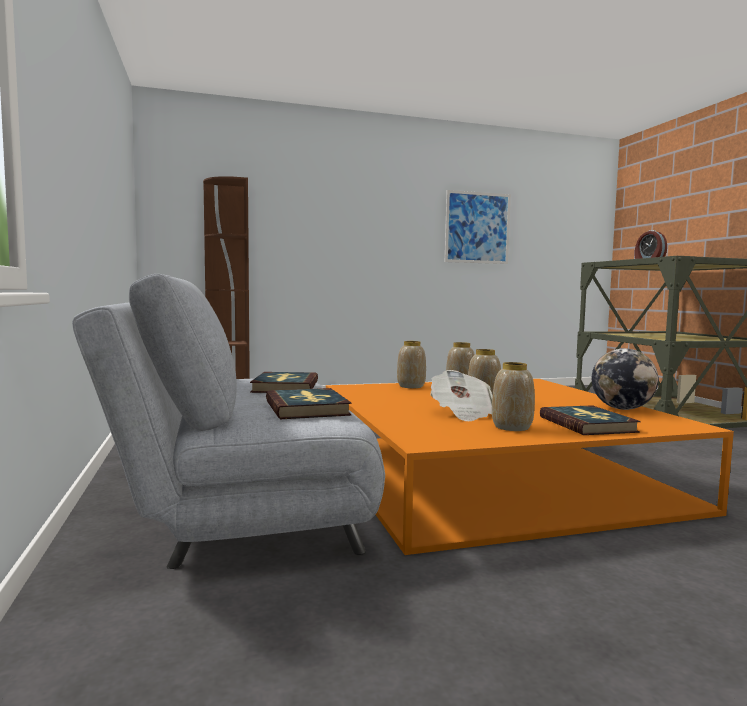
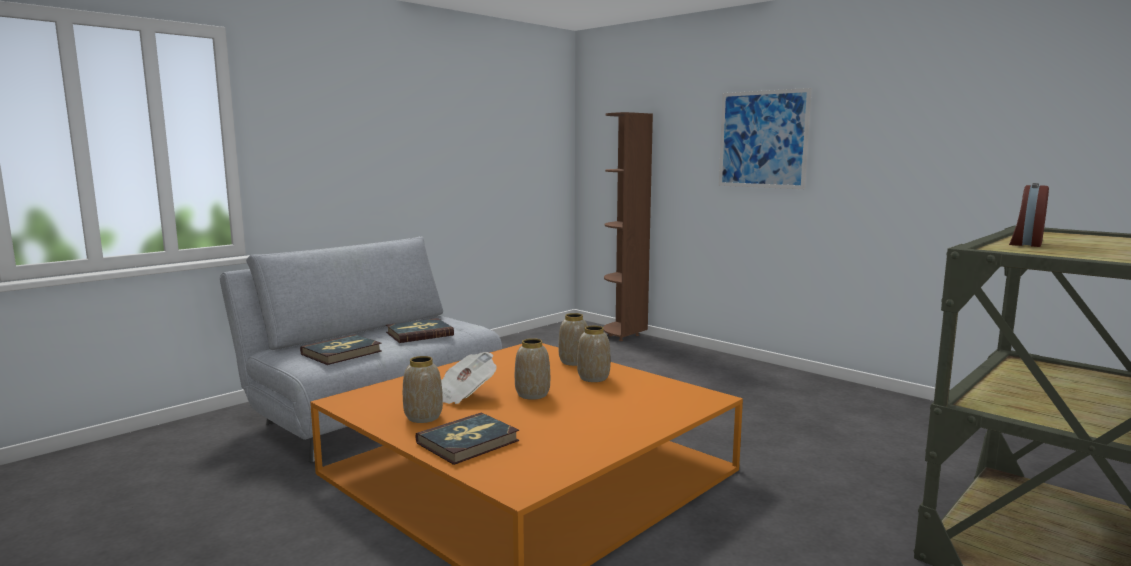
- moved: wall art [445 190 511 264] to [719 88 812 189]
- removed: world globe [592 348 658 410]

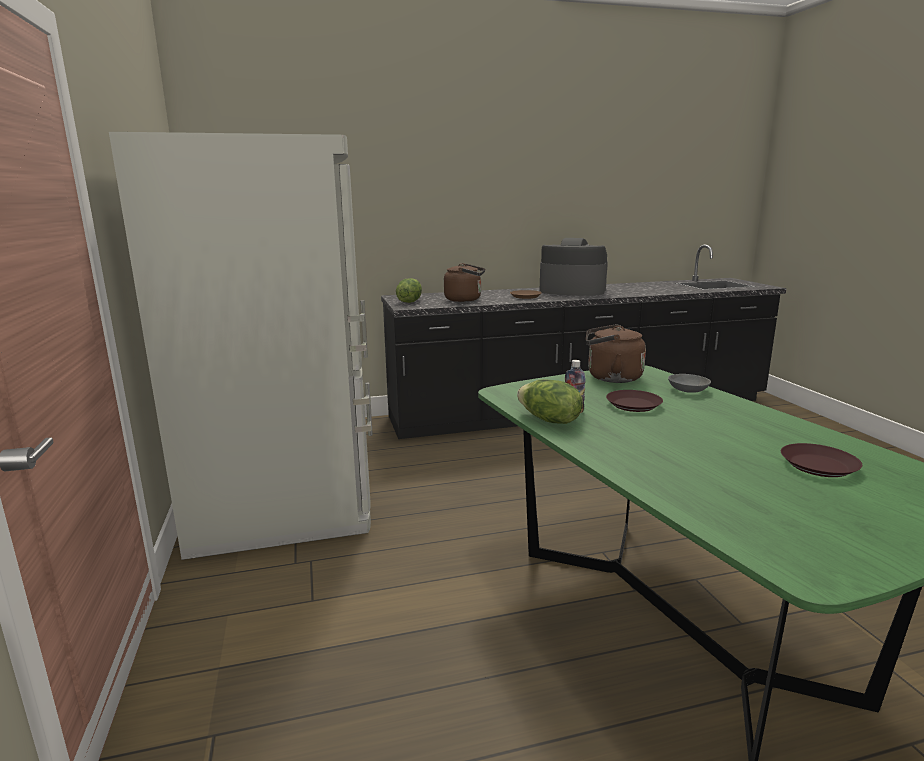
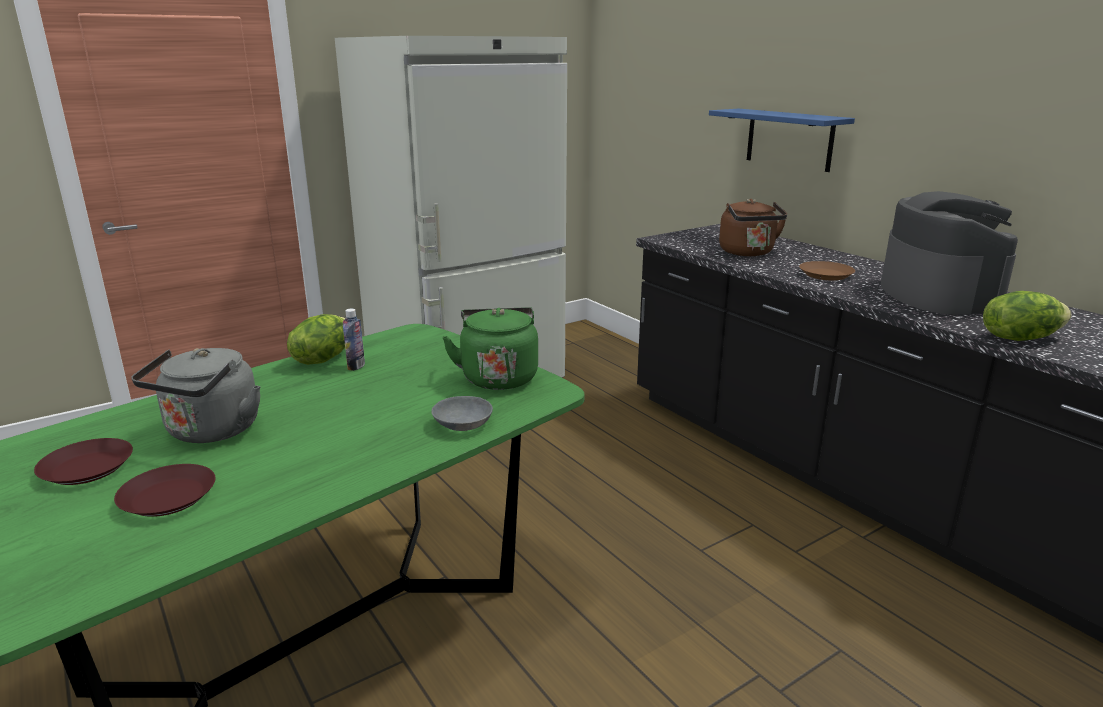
- moved: lettuce [396 278 422 303] to [983 291 1071 341]
- recoloured: kettle in brown-coloured [585 324 646 383] to kettle in green [442 307 538 390]
- moved: plate in brown-coloured [606 390 663 412] to [34 438 133 485]
- added: kettle in grey [131 348 261 443]
- added: shelf in blue [709 109 855 172]

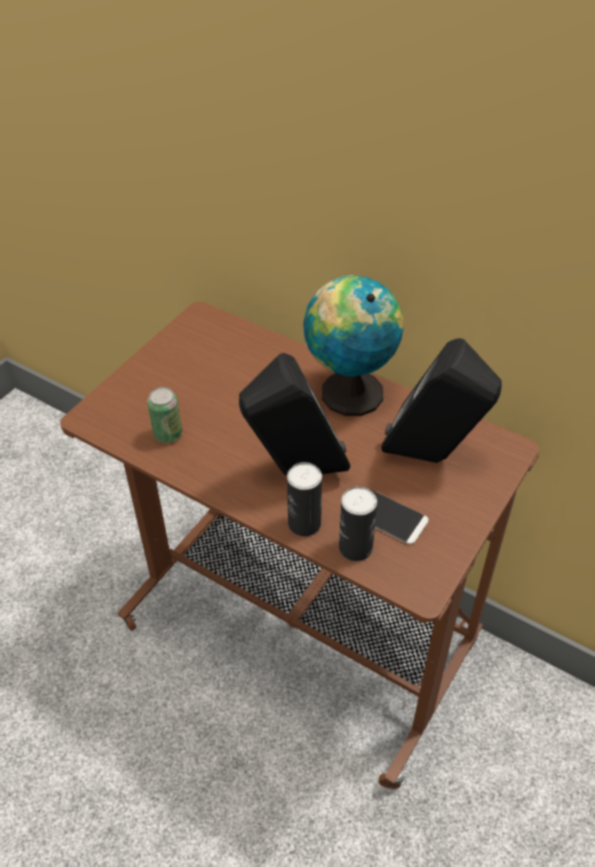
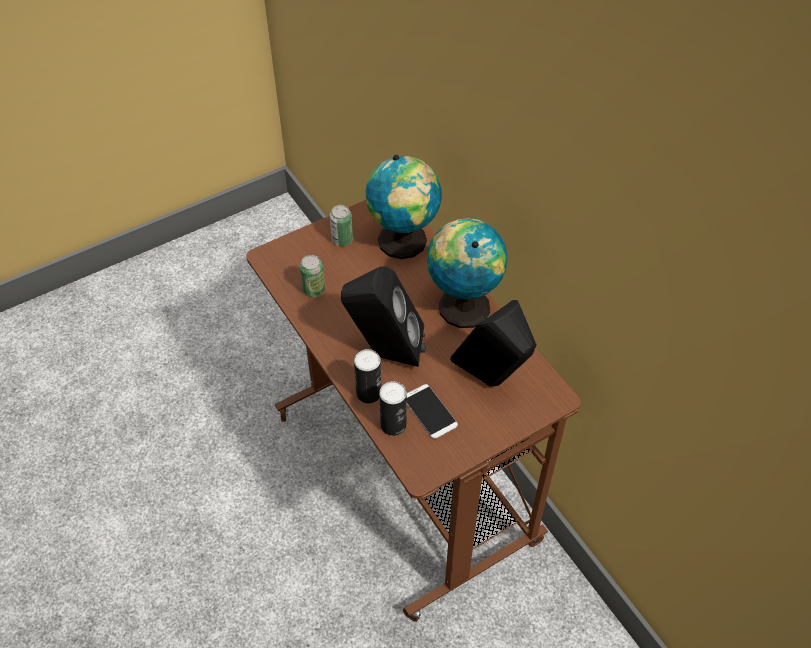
- added: can [330 205 353 246]
- added: world globe [366 155 442 259]

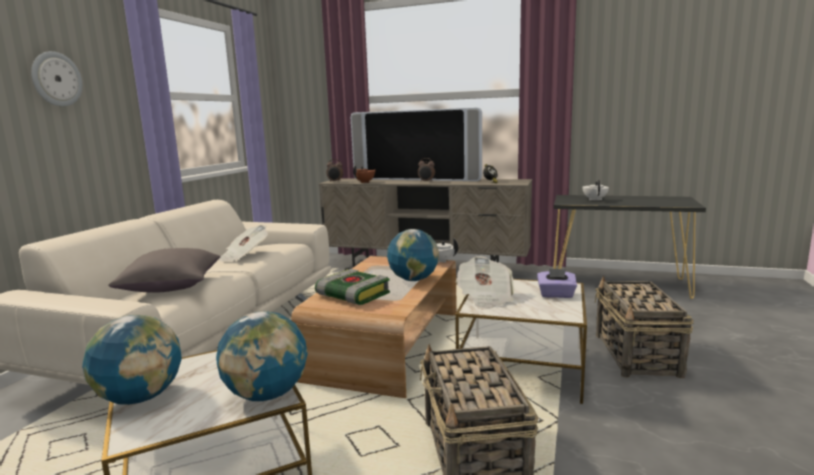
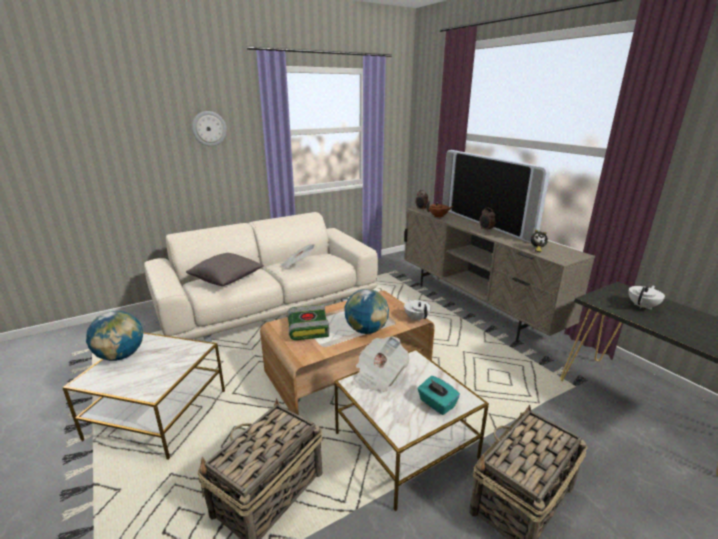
- removed: world globe [216 311 308 401]
- recoloured: tissue holder in purple [537 268 577 298] to tissue holder in turquoise [418 376 460 415]

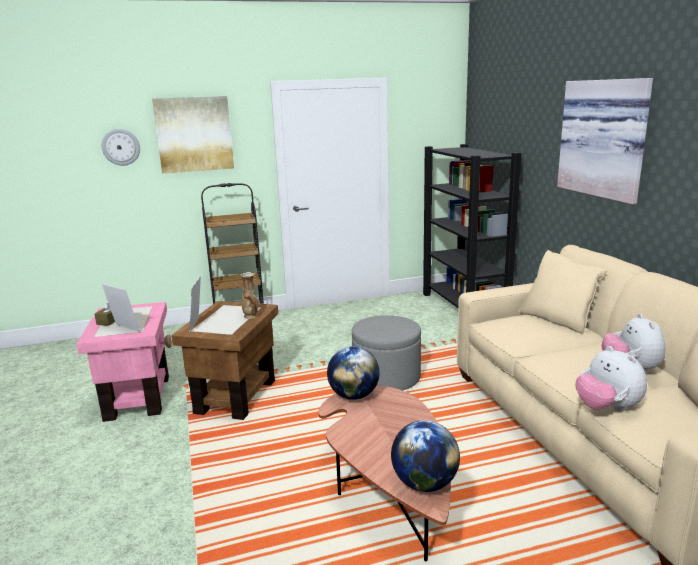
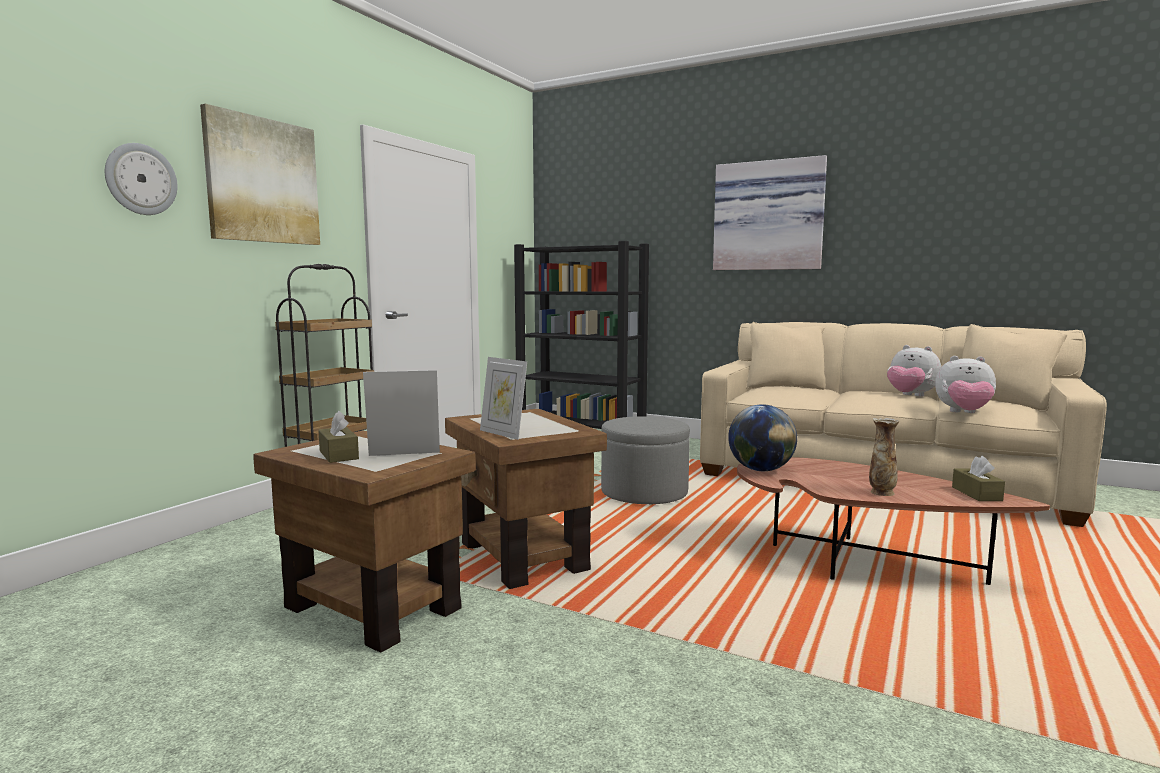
- recoloured: accent table in pink [76 302 171 422] to accent table in brown-coloured [253 431 476 653]
- moved: flower vase [240 272 258 319] to [869 418 900 496]
- replaced: world globe [391 420 460 492] to tissue holder in brown-coloured [952 456 1005 501]

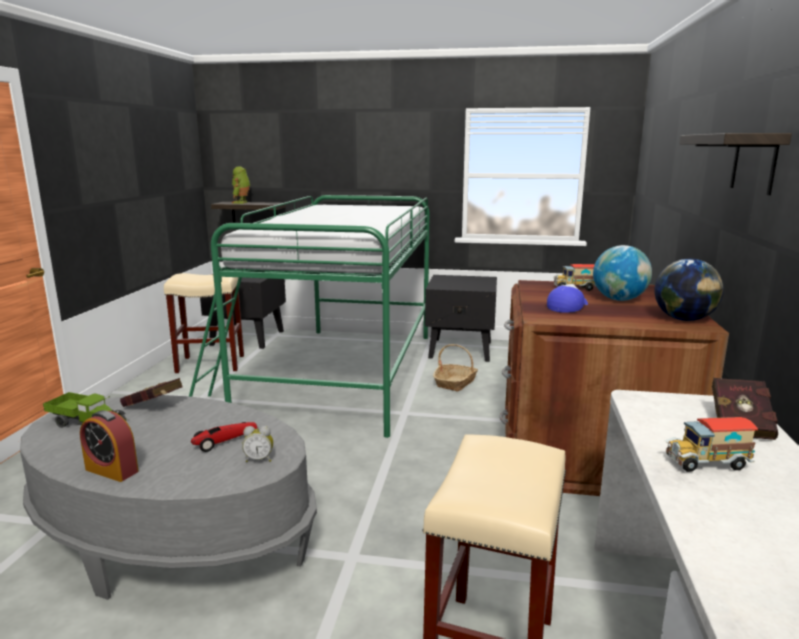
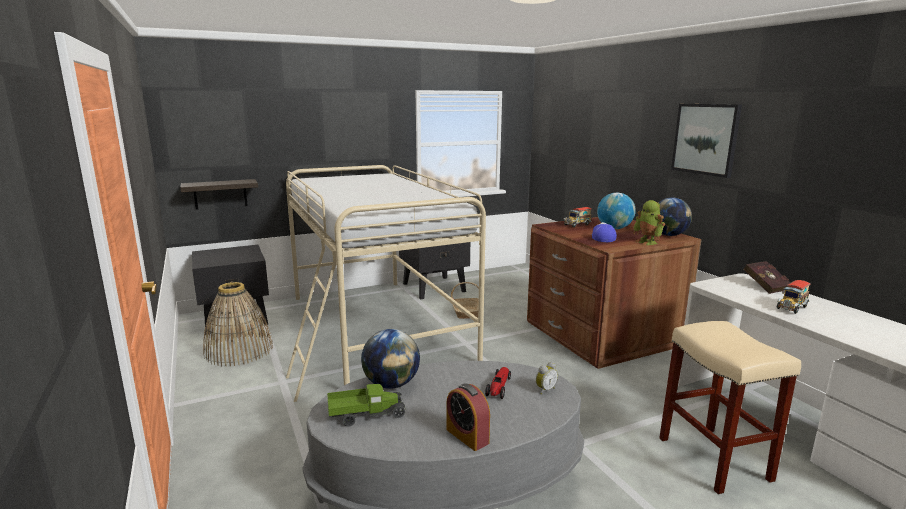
- turned: bedside clock [80 410 139 482] = [446 383 490 451] 60 degrees clockwise
- replaced: volume in red-coloured [120 378 183 407] to world globe [361 329 420 389]
- replaced: stool seat in sand-coloured [164 273 244 373] to basket [203 282 273 366]
- recoloured: bed in green [189 195 429 438] to bed in sand-coloured [286 165 486 402]
- moved: model robot [232 166 250 204] to [633 200 665 245]
- replaced: shelf [679 133 792 195] to wall art [671 104 742 178]

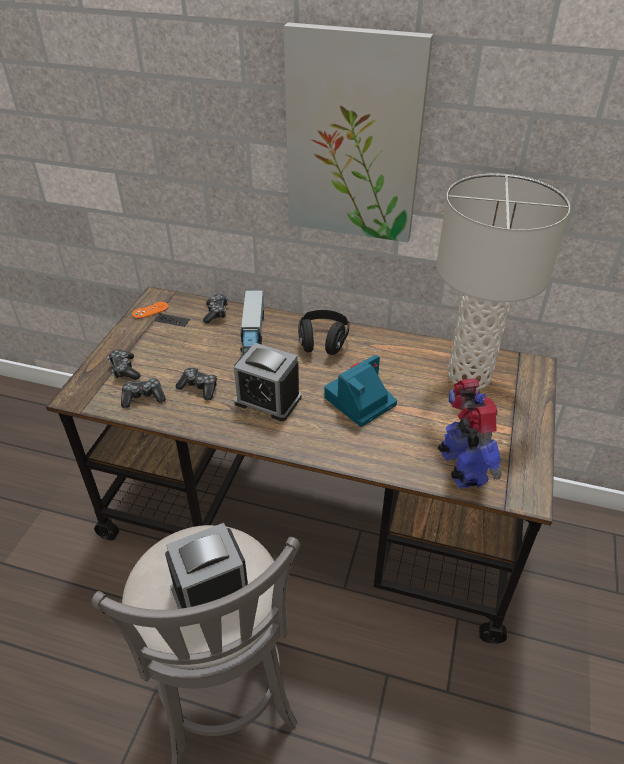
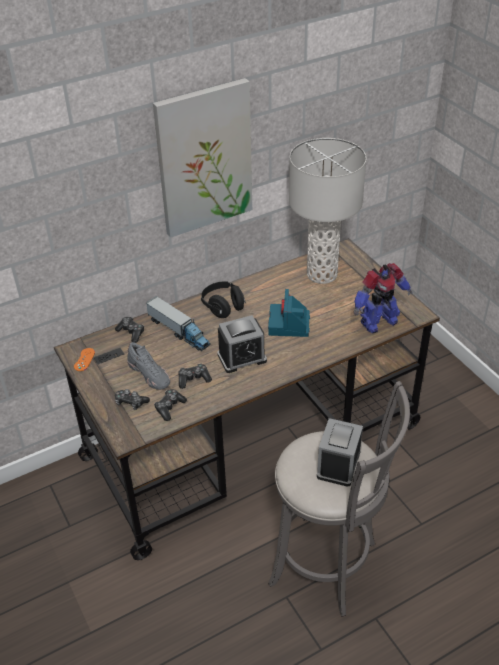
- turned: model robot [438 379 502 489] = [354 263 412 333] 120 degrees clockwise
- added: shoe in grey [127 342 170 390]

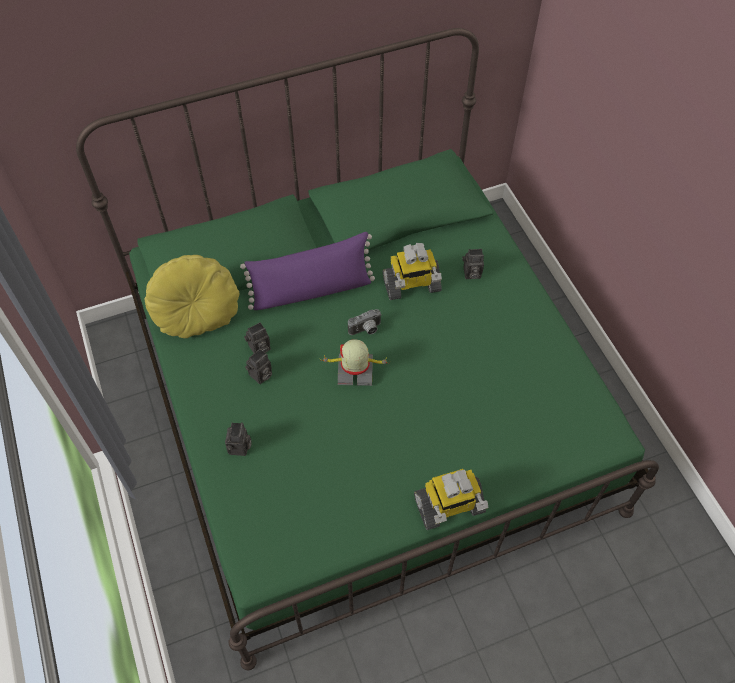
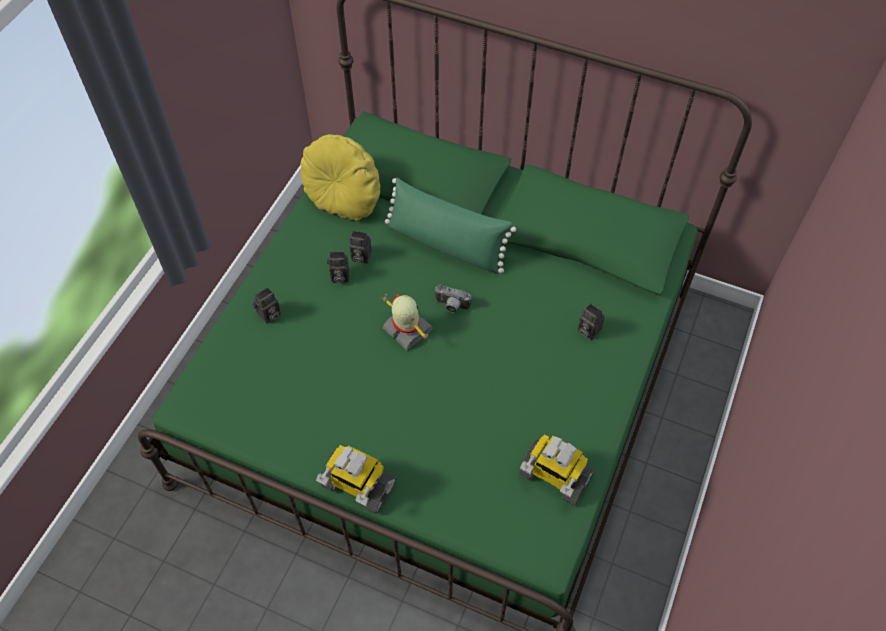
- recoloured: cushion in purple [240 232 375 310] to cushion in green [385 178 516 274]
- moved: model robot [383 243 442 300] to [518 434 594 506]

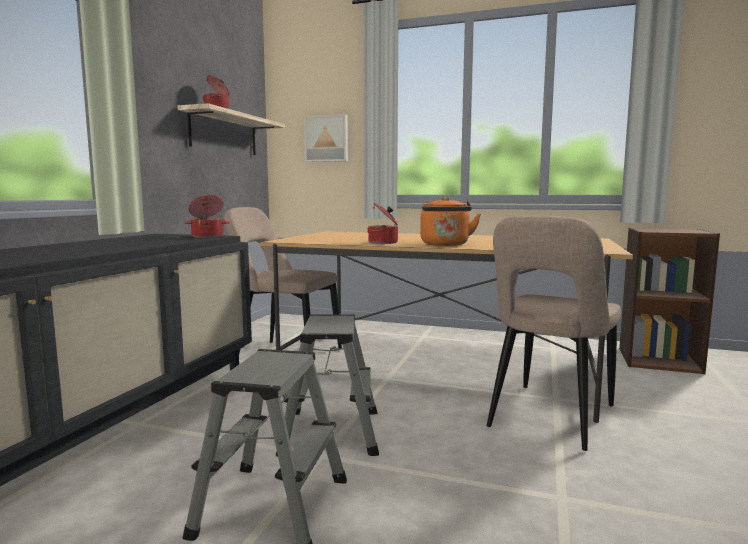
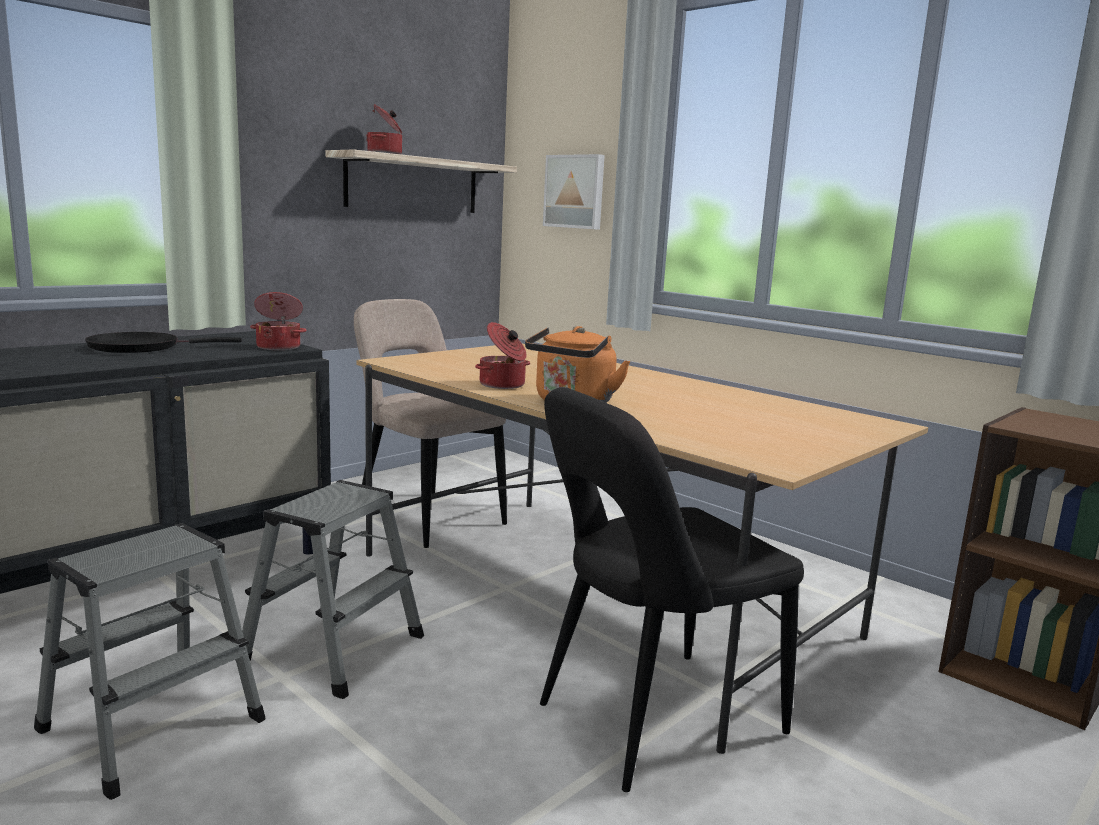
- recoloured: chair in sand-coloured [487 215 621 451] to chair in black-coloured [540 387 804 792]
- added: frying pan in black-coloured [85 332 241 353]

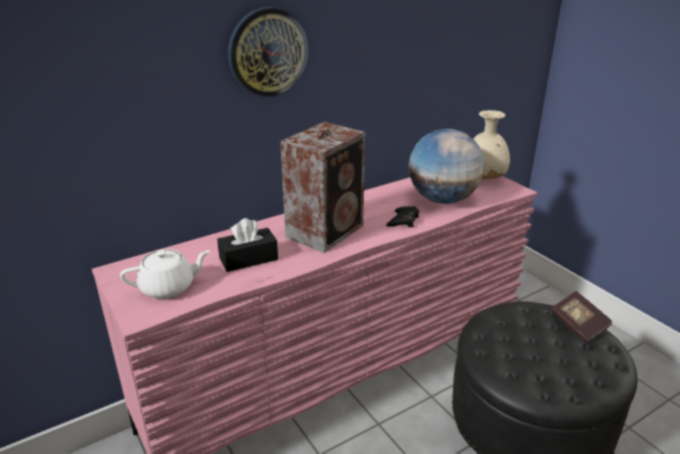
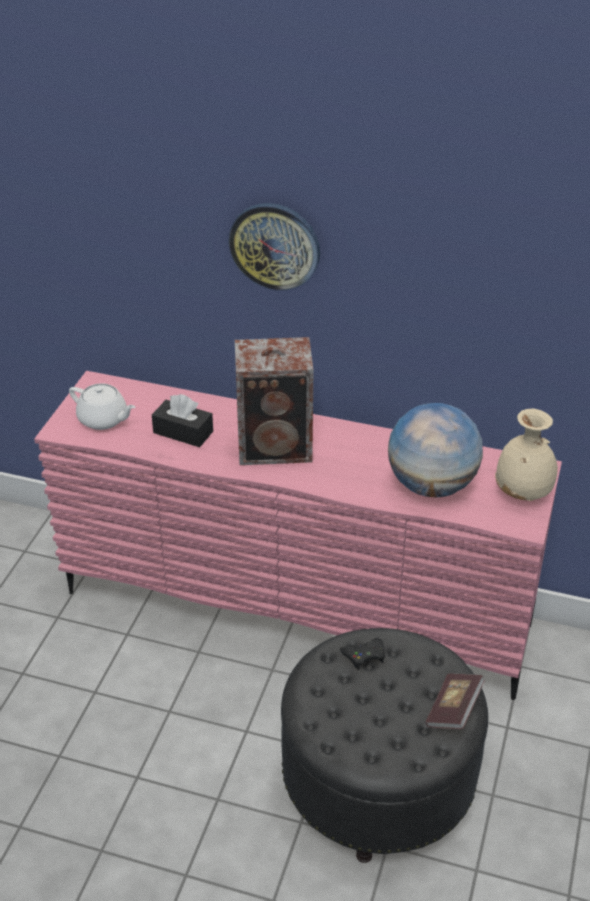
- moved: game controller in black-coloured [386 206 419 227] to [340 637 385 670]

